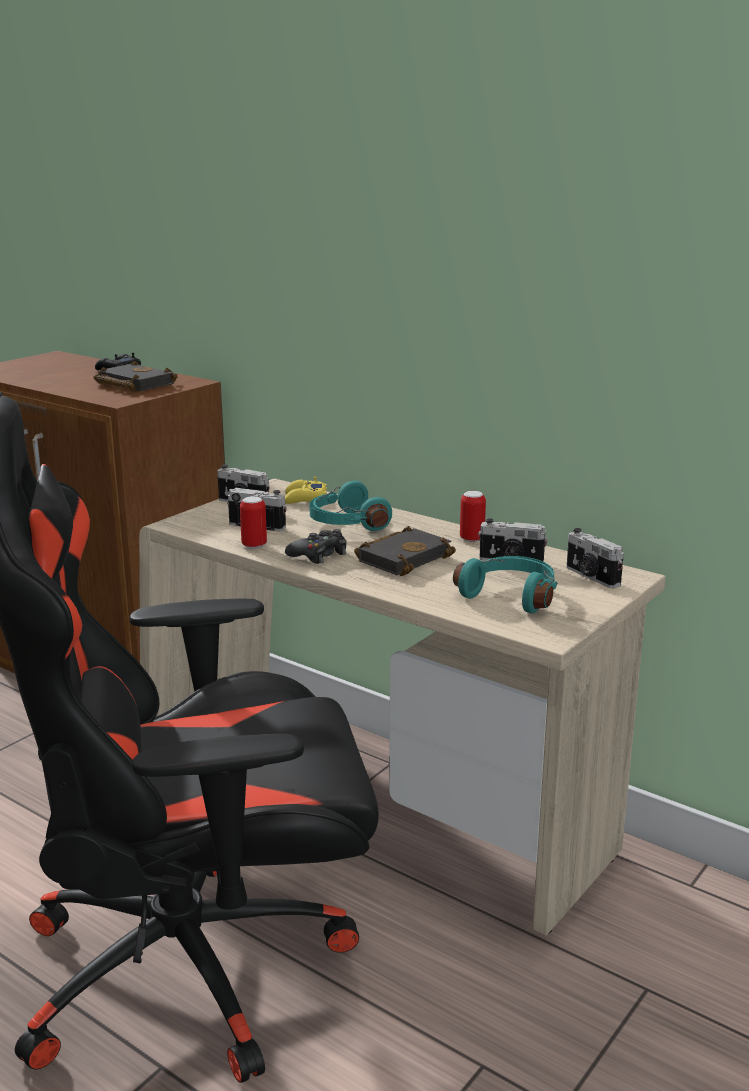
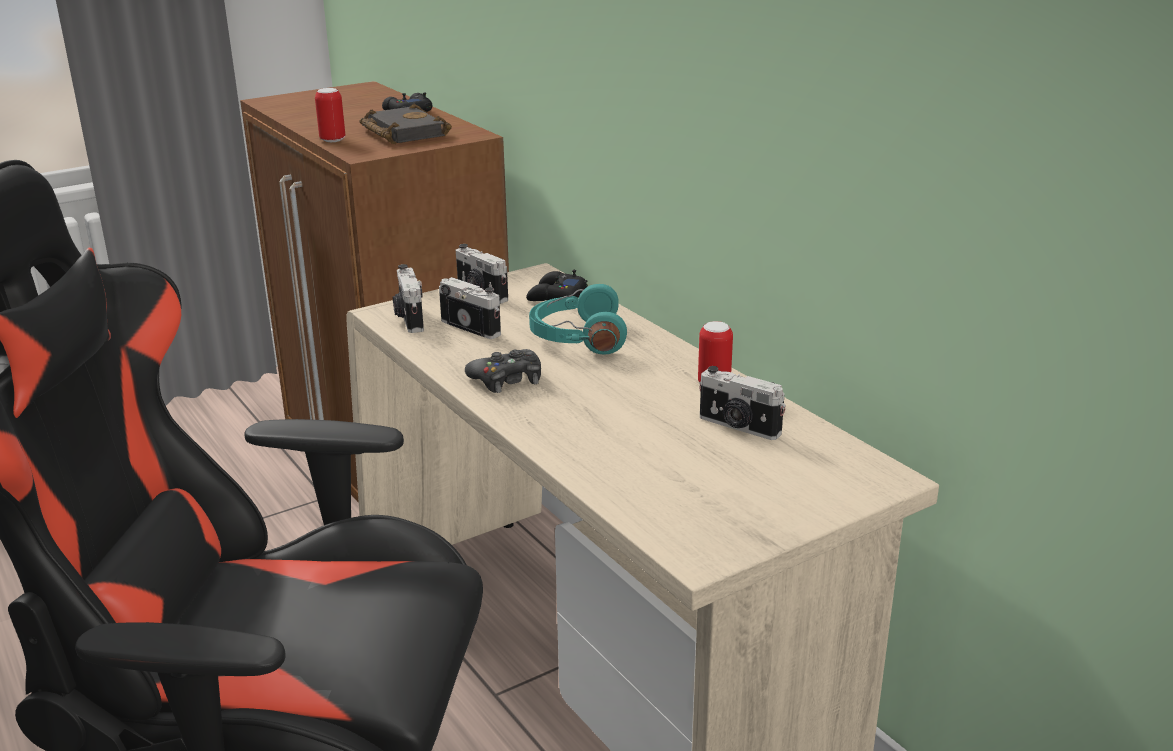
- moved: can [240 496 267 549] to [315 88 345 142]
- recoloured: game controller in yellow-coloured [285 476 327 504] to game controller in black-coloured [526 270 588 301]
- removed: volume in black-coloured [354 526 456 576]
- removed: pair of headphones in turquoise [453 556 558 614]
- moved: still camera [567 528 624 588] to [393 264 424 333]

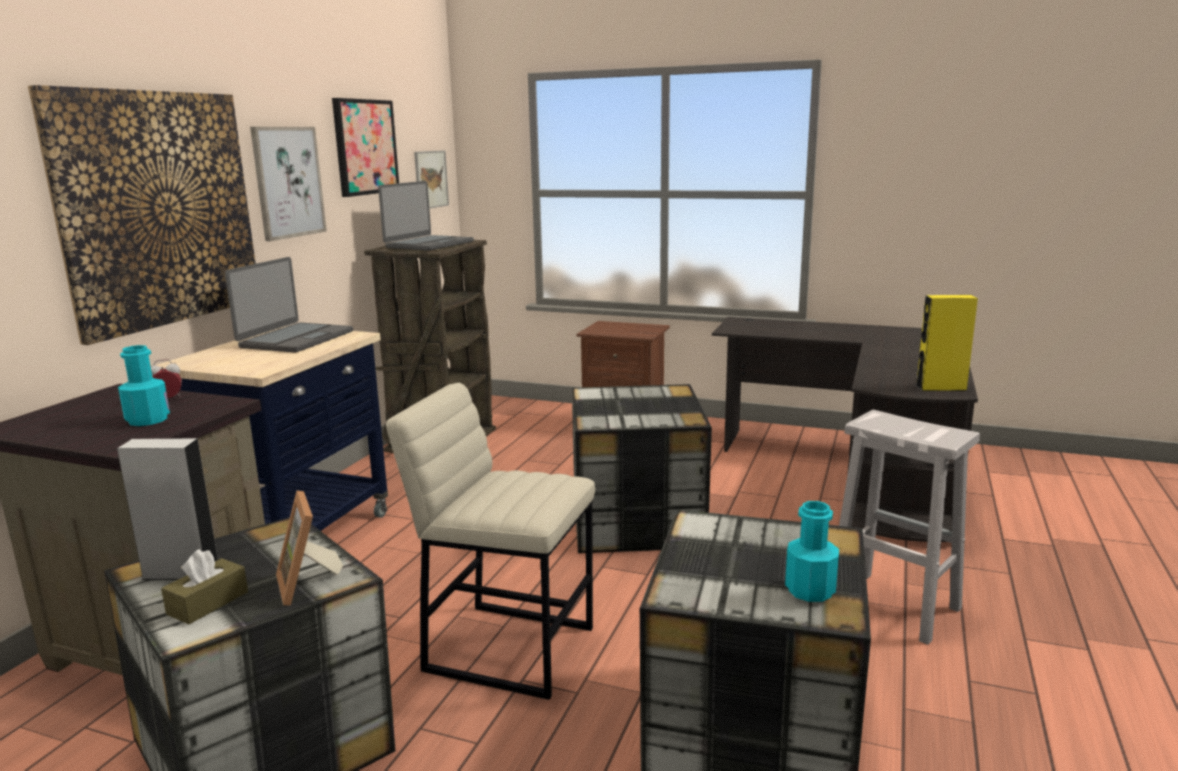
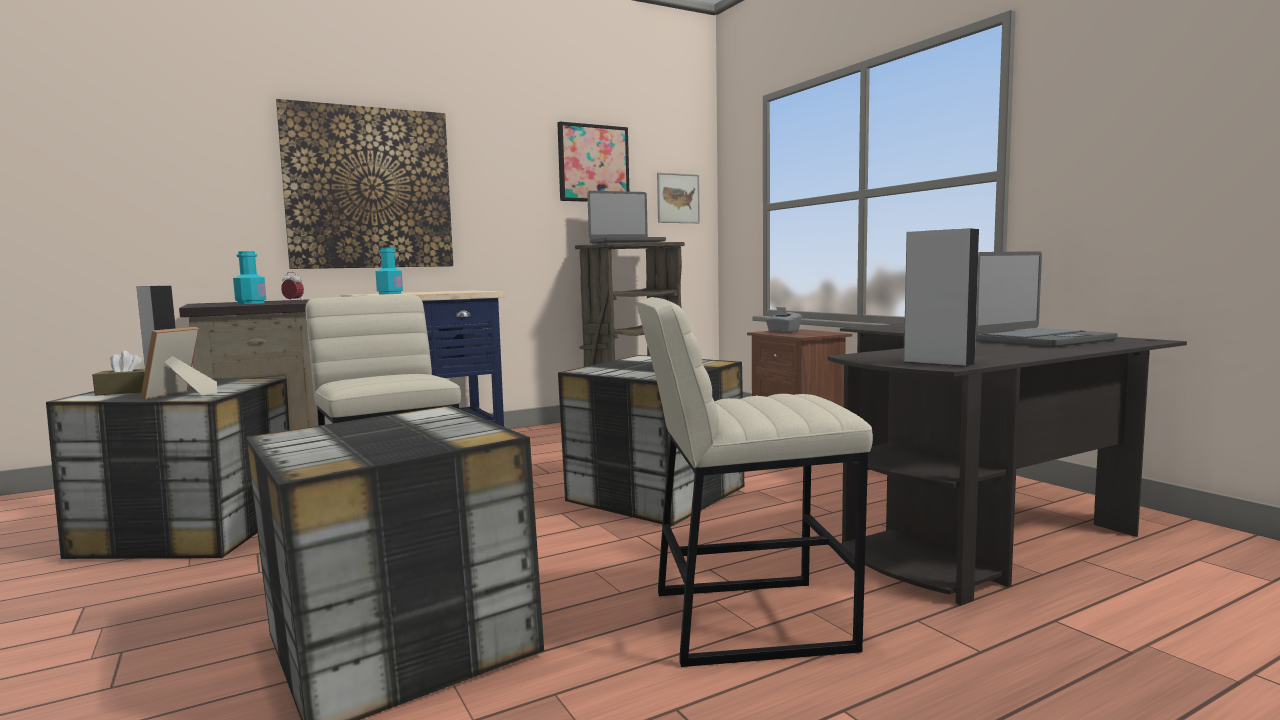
- moved: notebook computer [225 257 353 353] to [976 251 1118 347]
- removed: wall art [250 127 327 241]
- moved: beverage bottle in turquoise [785 501 839 602] to [376 248 403 294]
- replaced: stool seat in white [839 410 980 645] to chair in sand-coloured [637 297 873 667]
- recoloured: loudspeaker in yellow-coloured [916 295 978 391] to loudspeaker in grey [904 228 979 367]
- added: tissue holder in grey [765 307 802 333]

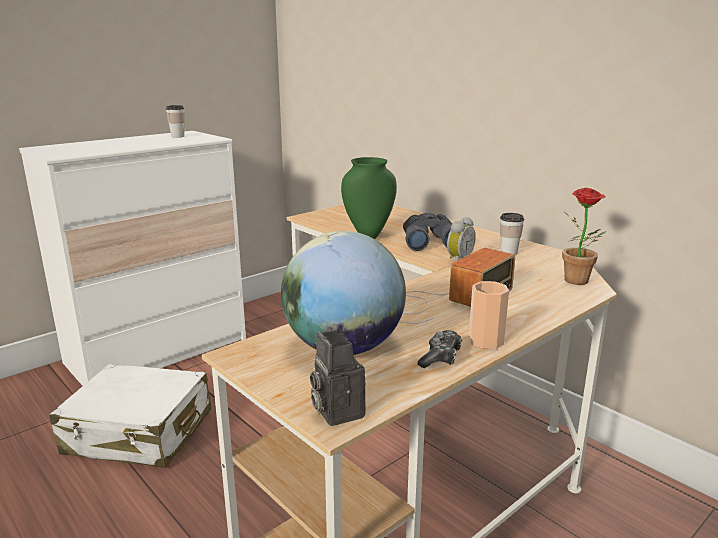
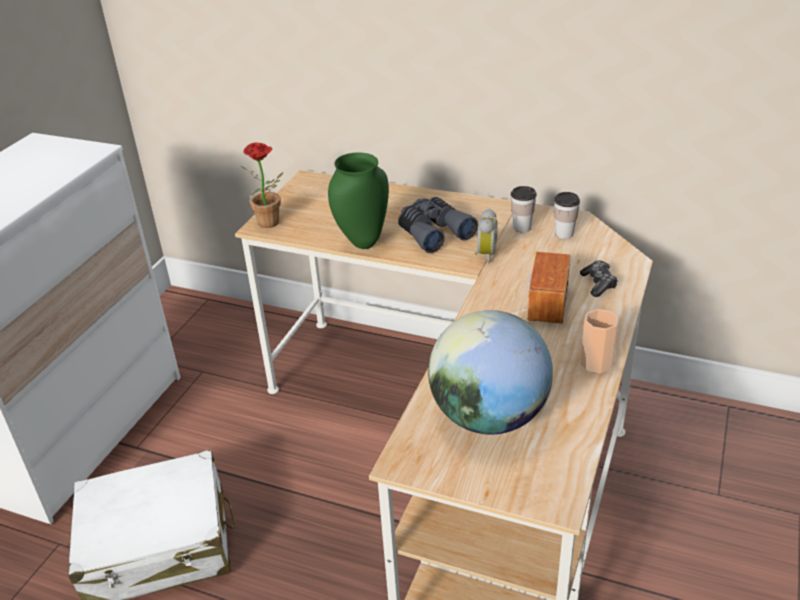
- moved: small cup [166 105 185 138] to [554 192 580 239]
- removed: still camera [310 331 366 426]
- moved: game controller [418 330 462 368] to [580 260 618 297]
- moved: houseplant [562 188 606 285] to [241 142 283 228]

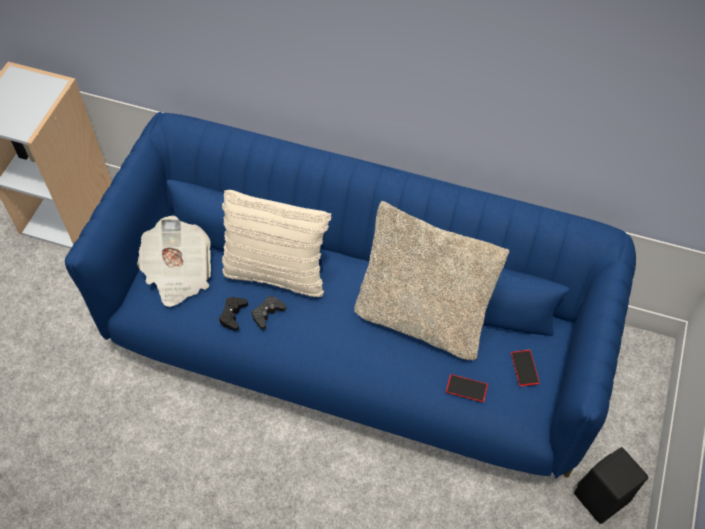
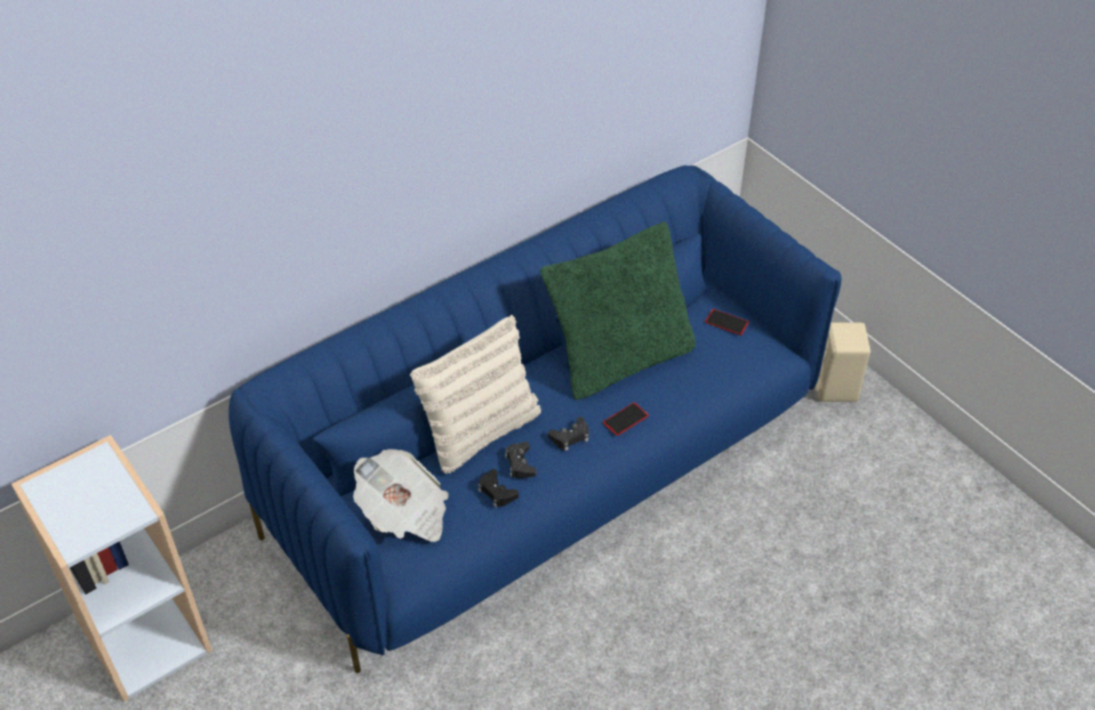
- recoloured: cushion in sand-coloured [354 201 509 360] to cushion in green [540 222 696 400]
- moved: phone [446 374 488 402] to [603 402 649 436]
- recoloured: loudspeaker in black-coloured [574 447 649 524] to loudspeaker in sand-coloured [815 322 870 402]
- added: game controller in black-coloured [548 417 589 451]

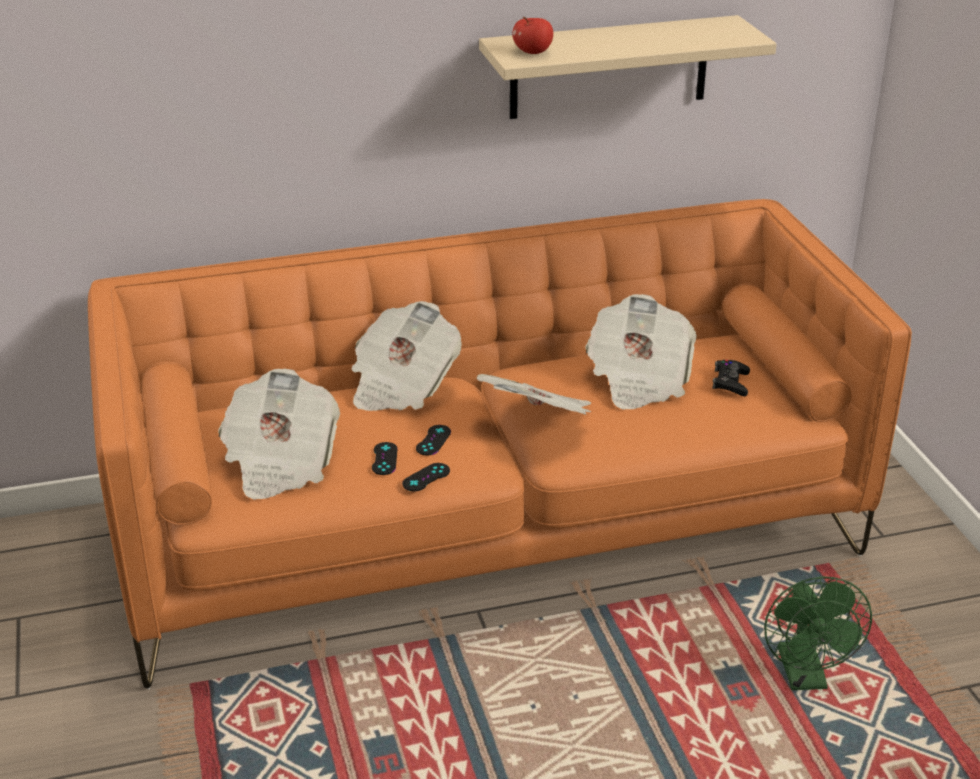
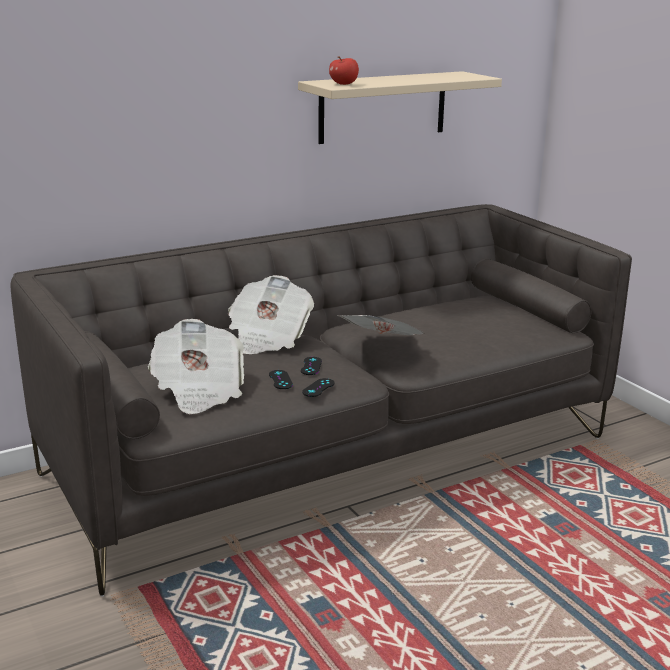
- recoloured: sofa in orangey [88 199 912 689] to sofa in grey [11 204 632 597]
- removed: newspaper [585 294 697 410]
- removed: game controller in black-coloured [712 360 750 396]
- removed: fan in green [764 576 872 690]

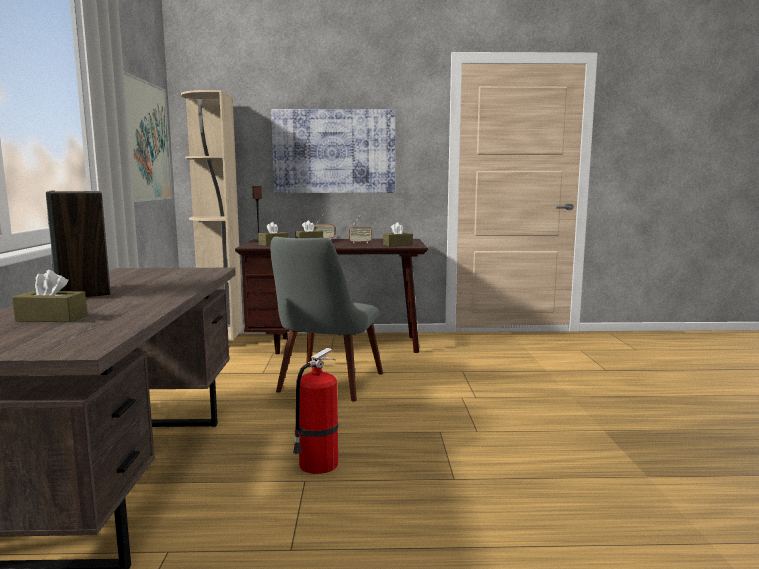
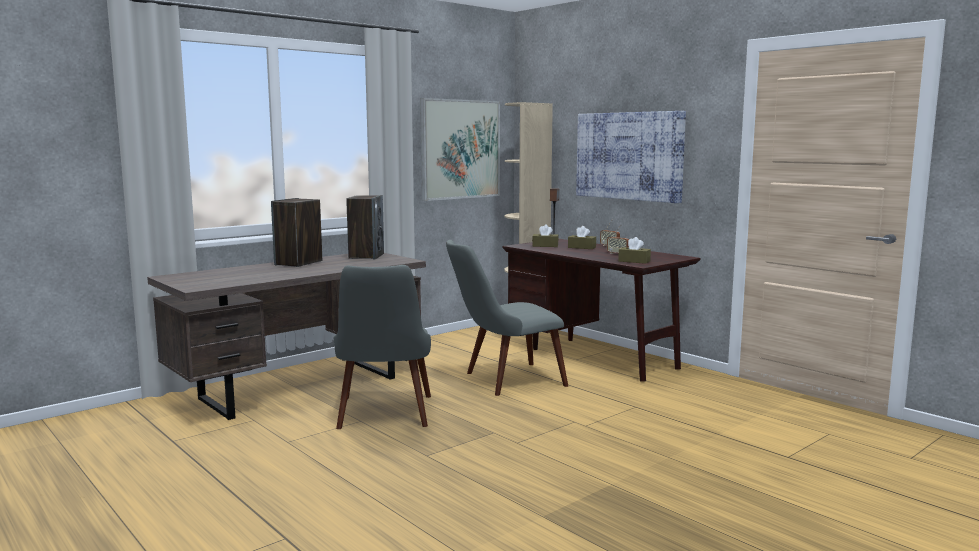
- removed: tissue holder in brown-coloured [12 270 87 322]
- replaced: fire extinguisher [293 348 338 474] to chair in grey [334 265 431 429]
- added: loudspeaker [346 195 384 259]

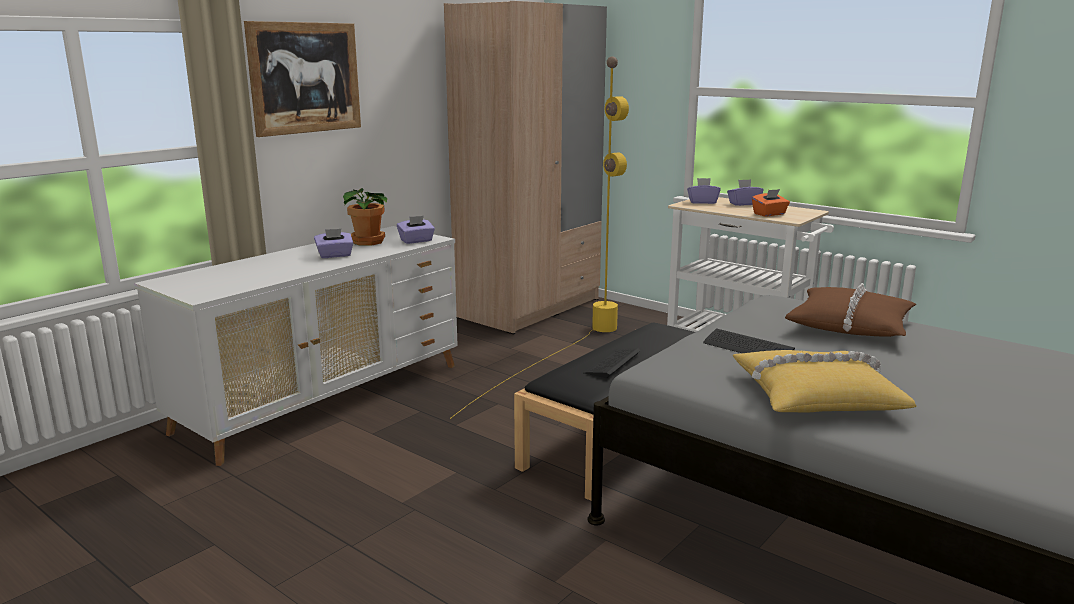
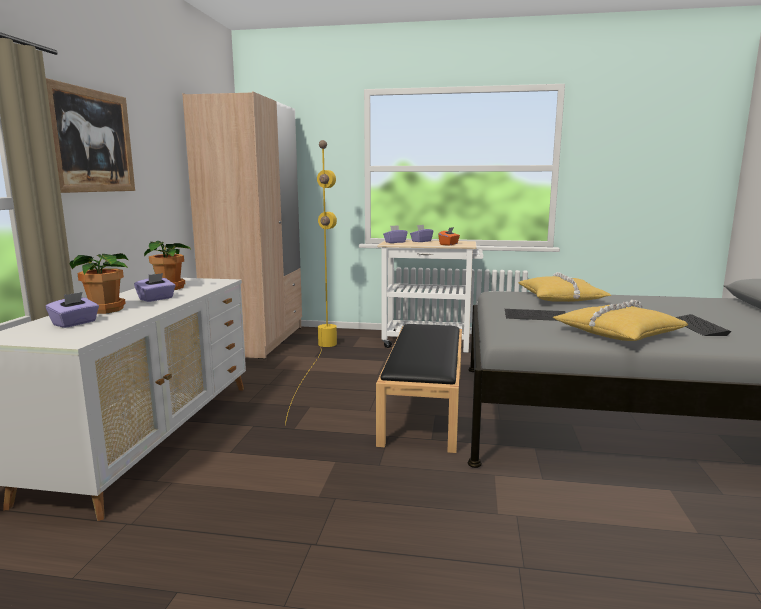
- moved: tissue holder in purple [397 216 435 244] to [46 292 99 328]
- moved: keyboard [583 348 640 378] to [676 314 731 336]
- recoloured: cushion in brown-coloured [785 283 916 337] to cushion in yellow-coloured [518 272 611 302]
- added: houseplant [69 253 129 314]

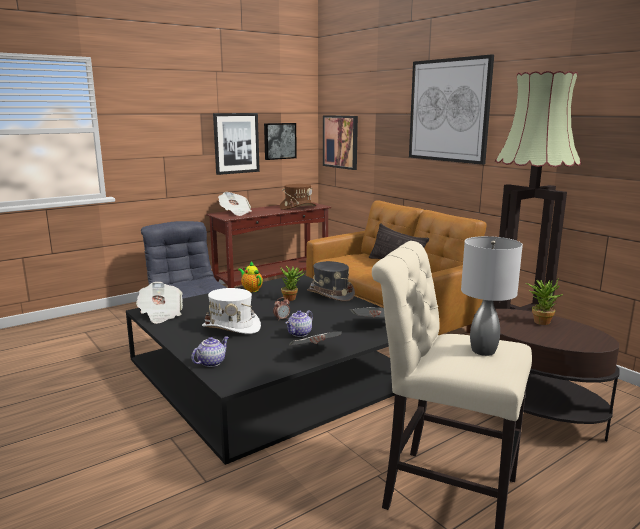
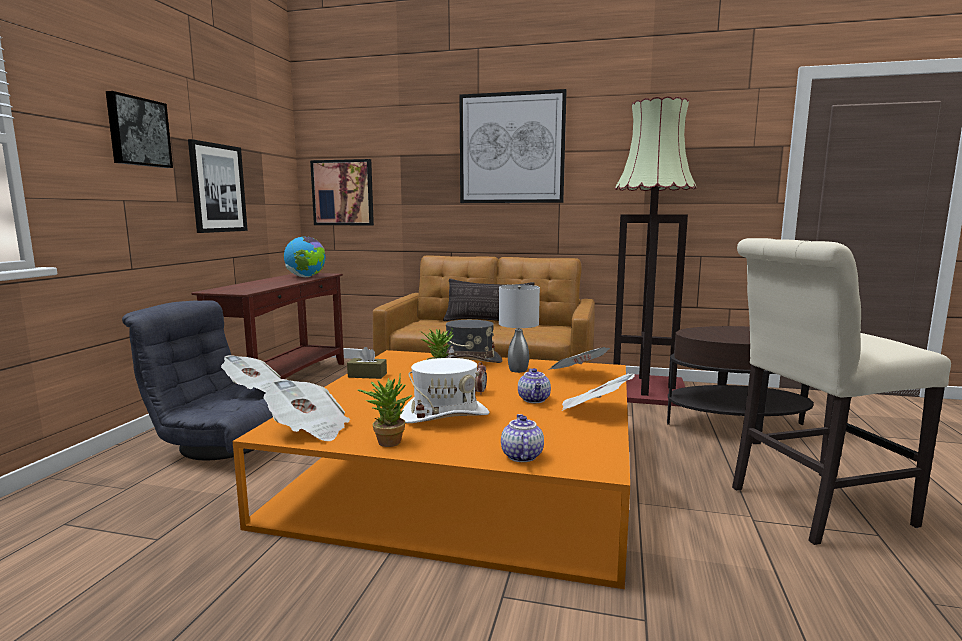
- recoloured: low table in black-coloured [126 274 395 465] to low table in orangey [233 350 630 589]
- moved: newspaper [218 192 252 216] to [221 355 281 392]
- replaced: pot for tea [238 261 263 292] to tissue holder in brown-coloured [347 347 387 379]
- moved: wall art [264 123 297 160] to [106 91 173 168]
- replaced: clothing hat in brown-coloured [280 184 316 210] to world globe [284 237 326 277]
- moved: lamp for a table in grey [461 236 523 356] to [499 284 540 373]
- moved: houseplant [526 280 563 325] to [358 375 412 447]

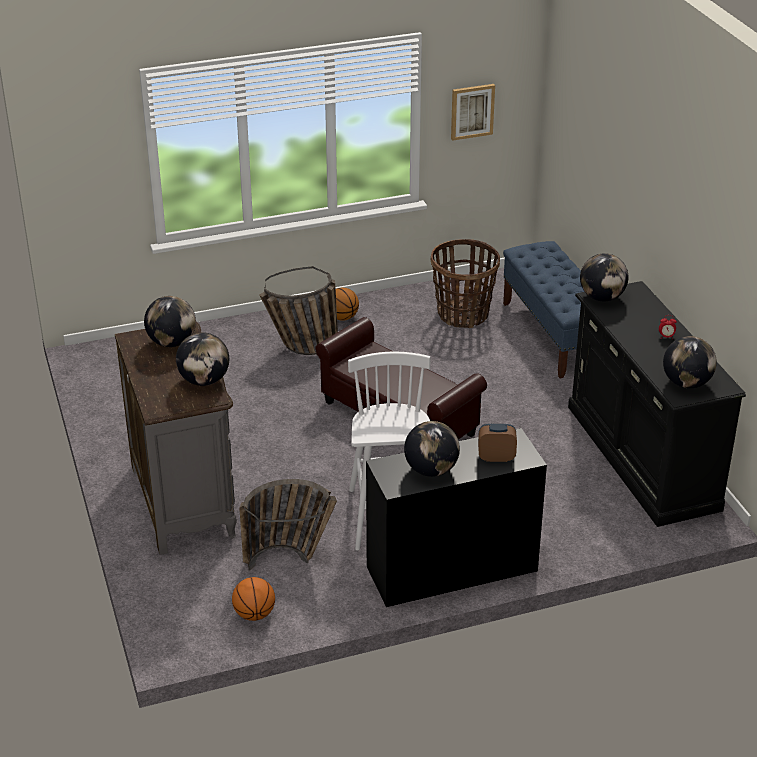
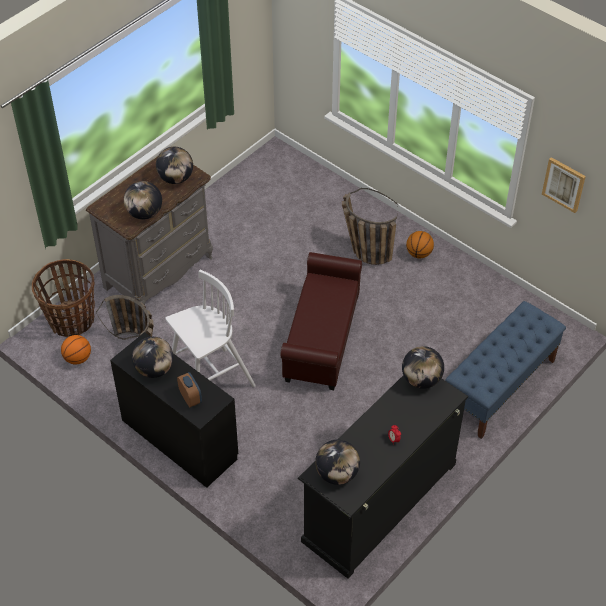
- moved: basket [431 239 500 328] to [32 259 95 337]

